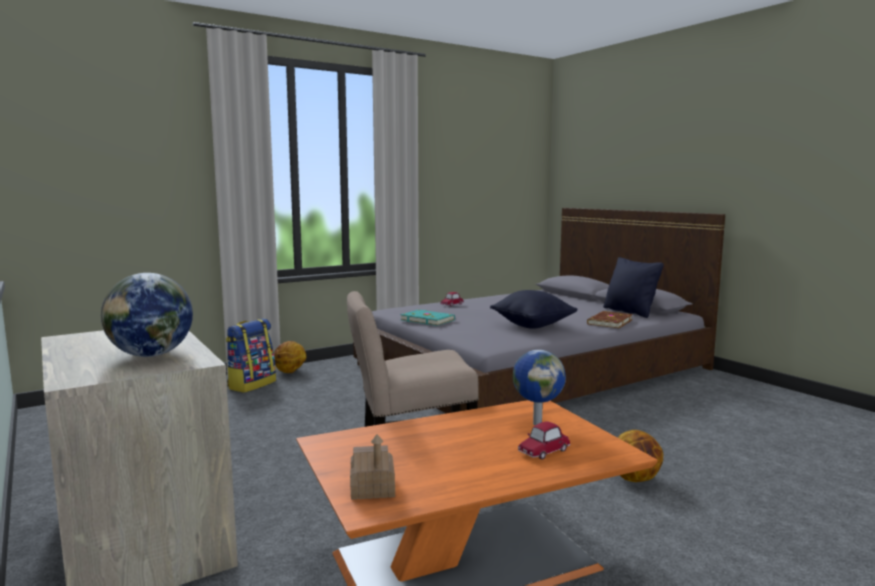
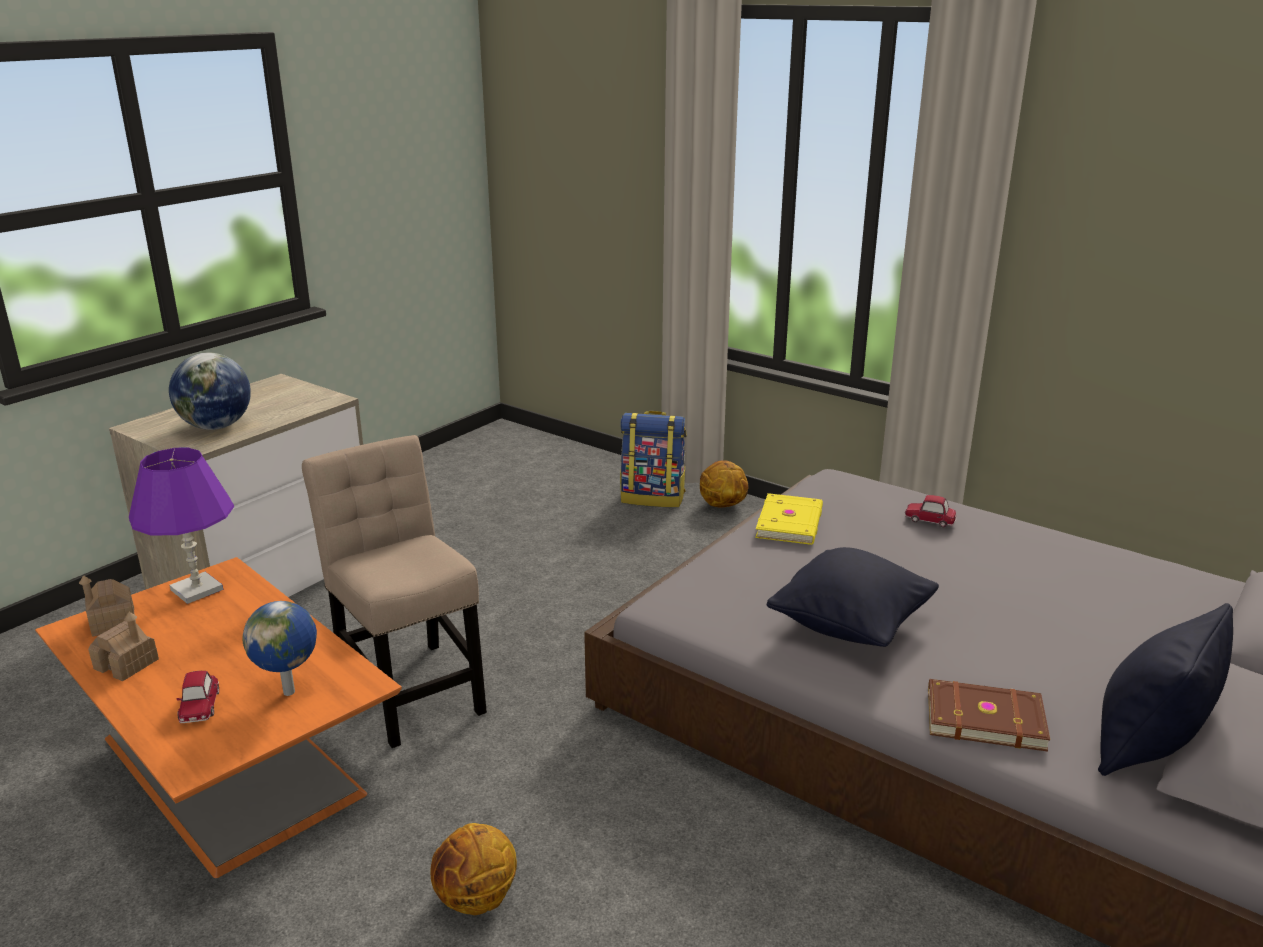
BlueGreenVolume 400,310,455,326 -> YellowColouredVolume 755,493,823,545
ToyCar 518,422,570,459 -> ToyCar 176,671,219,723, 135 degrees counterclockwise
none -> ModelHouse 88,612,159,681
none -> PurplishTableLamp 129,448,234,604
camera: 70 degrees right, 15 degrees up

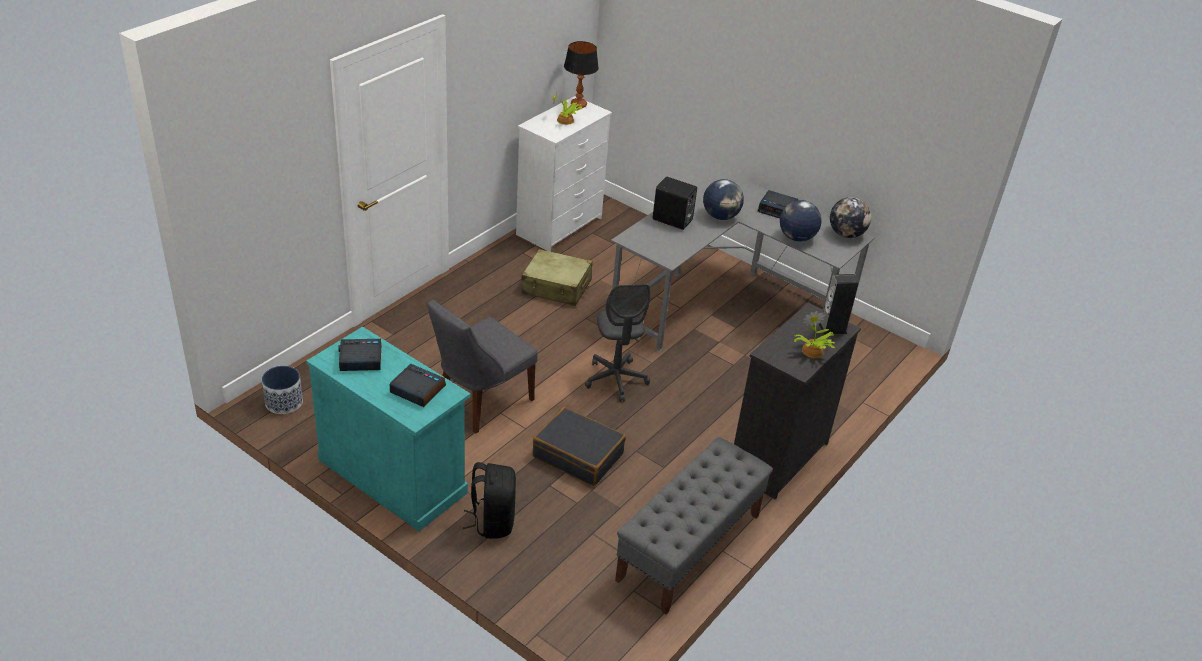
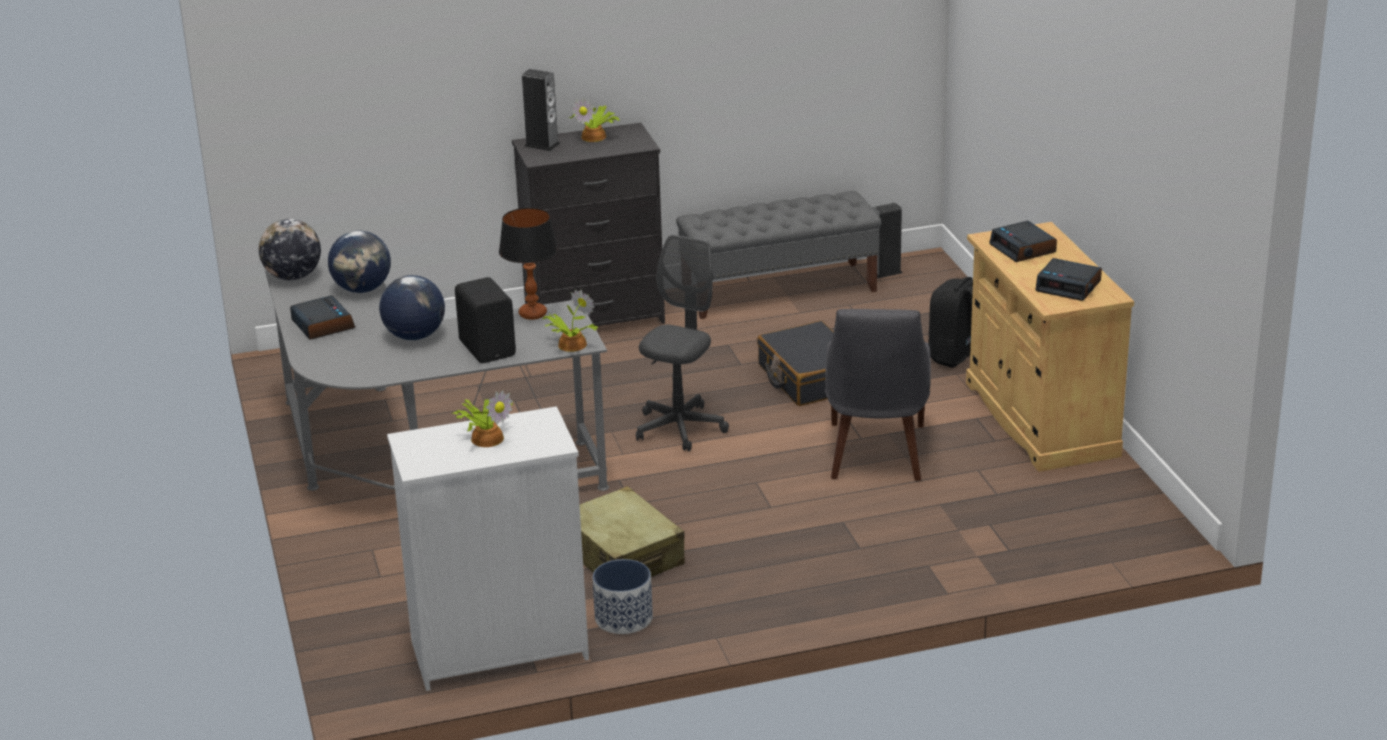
Planter 262,366,303,414 -> Planter 593,559,653,634, relocated
BlueGreenCupboard 306,326,471,531 -> BeigeCupboard 966,222,1134,472
GreyPlainChair 428,300,538,434 -> GreyPlainChair 825,309,931,481, 105 degrees clockwise
TableLamp 564,41,599,108 -> TableLamp 499,208,558,320, relocated
none -> PlantInAPot 543,289,598,352
none -> Speaker 872,203,902,278
camera: 140 degrees left, 10 degrees down

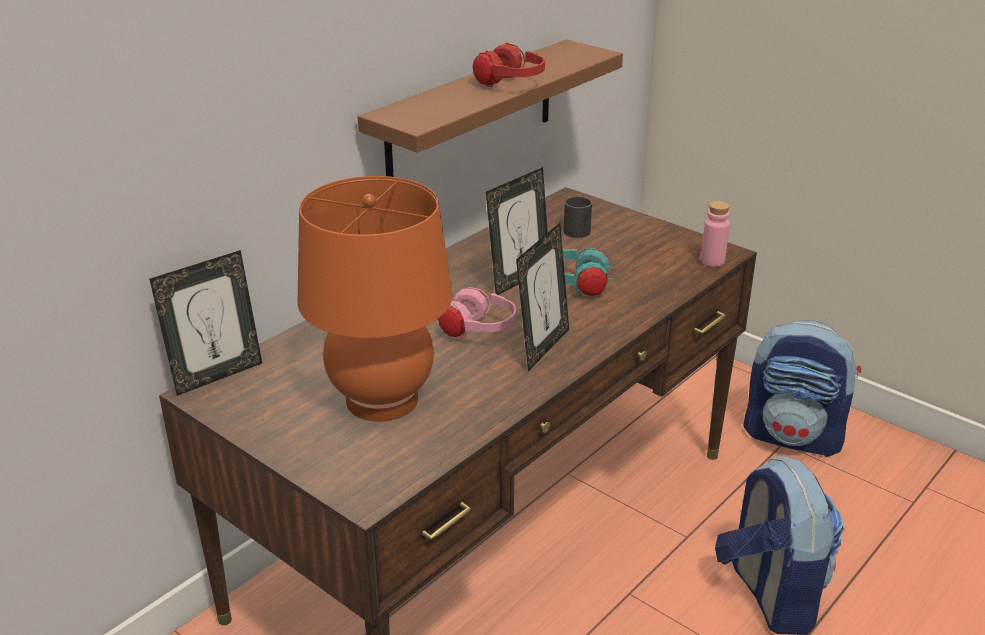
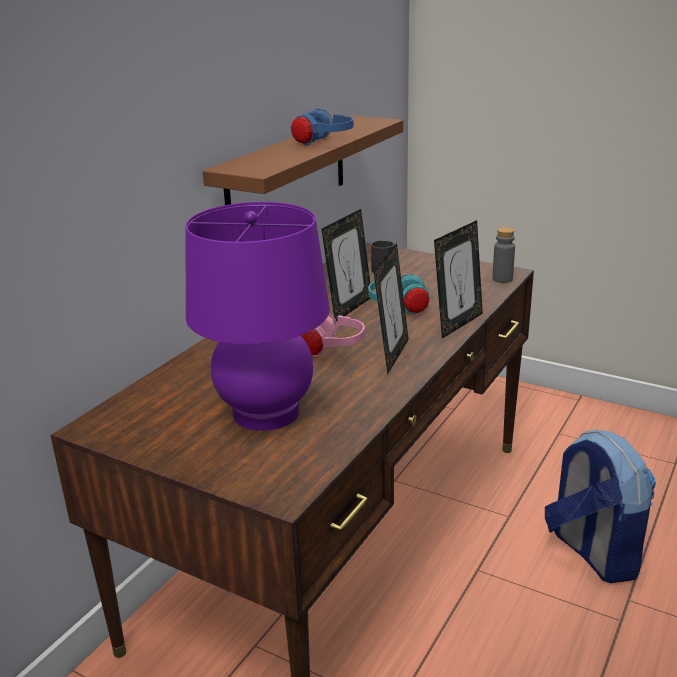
StandingFrame 149,250,262,396 -> StandingFrame 434,220,483,338, relocated
OrangeColouredTableLamp 298,176,452,422 -> PurplishTableLamp 185,202,330,431
RedHeadphones 472,43,545,87 -> BluishHeadphones 290,108,354,145
PinkBeverageBottle 701,201,730,267 -> GreyBeverageBottle 492,227,515,283
Rucksack 744,321,861,457 -> none
camera: 10 degrees left, 5 degrees down

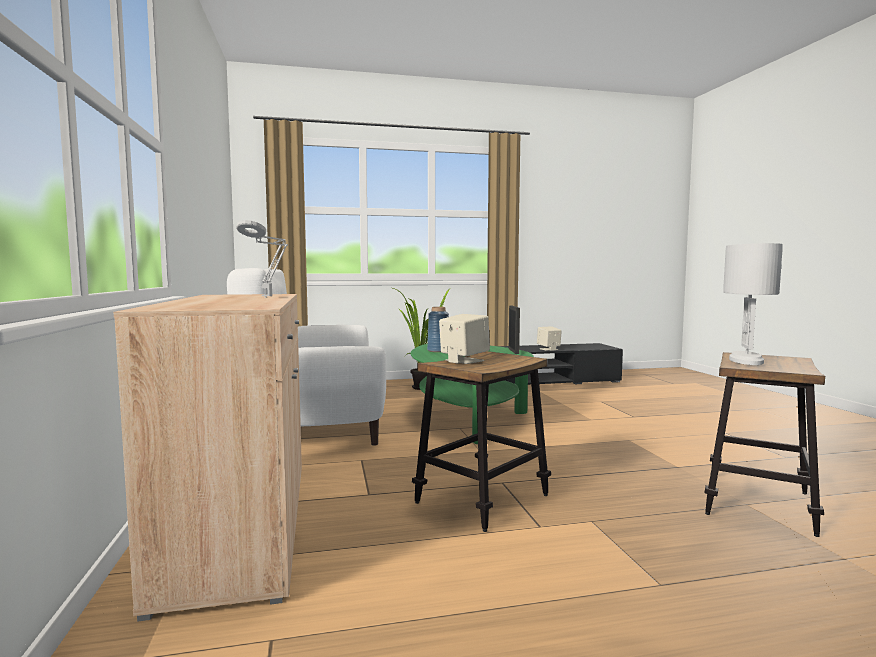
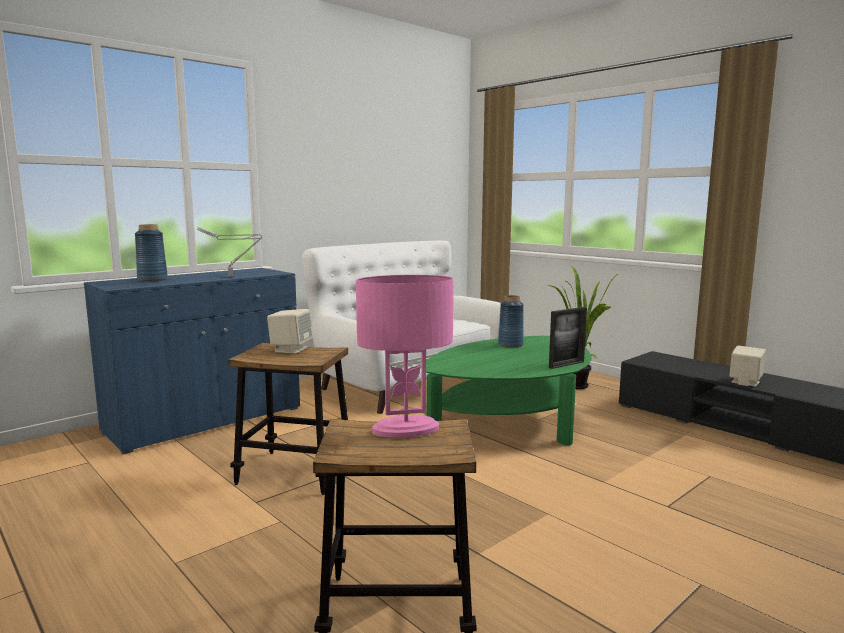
BeigeCupboard 113,294,302,622 -> BluishCupboard 84,268,300,454
WhitishTableLamp 723,243,783,365 -> PinkTableLamp 356,275,454,438
none -> BluishVase 135,224,168,282
camera: 60 degrees right, 5 degrees up

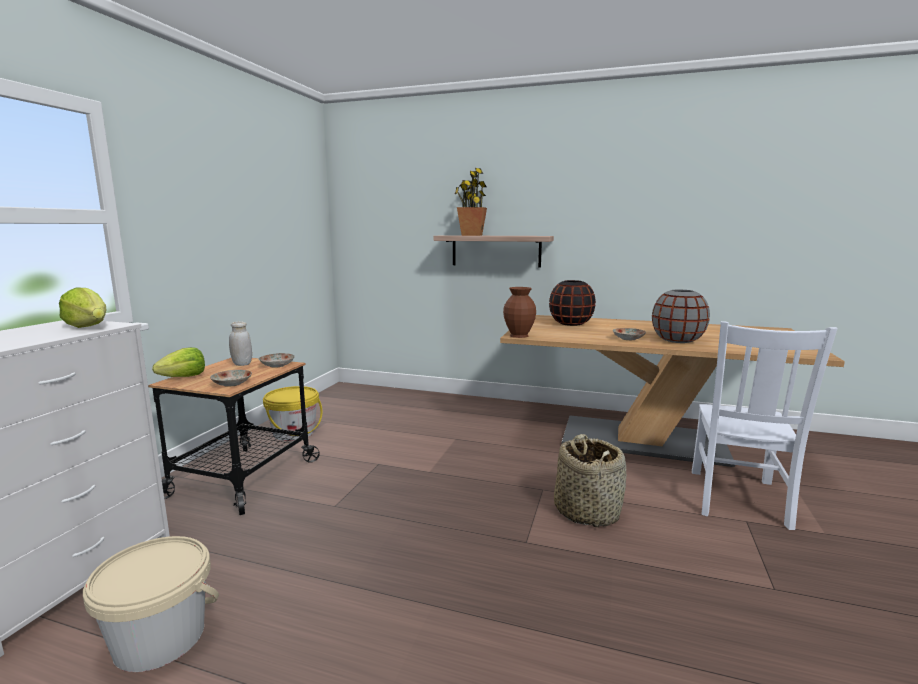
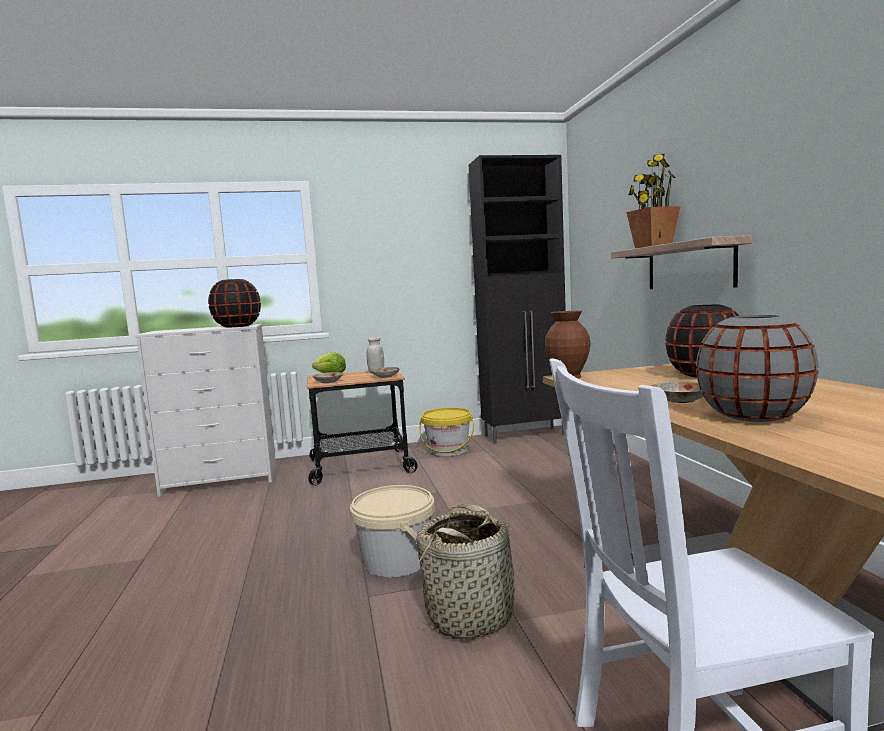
HeadOfLettuce 59,287,106,328 -> BlackVase 208,279,261,328
BeigeWaterBucket 83,536,219,672 -> BeigeWaterBucket 350,485,435,577, relocated
none -> BlackCupboard 469,155,566,444
camera: 60 degrees right, 5 degrees down

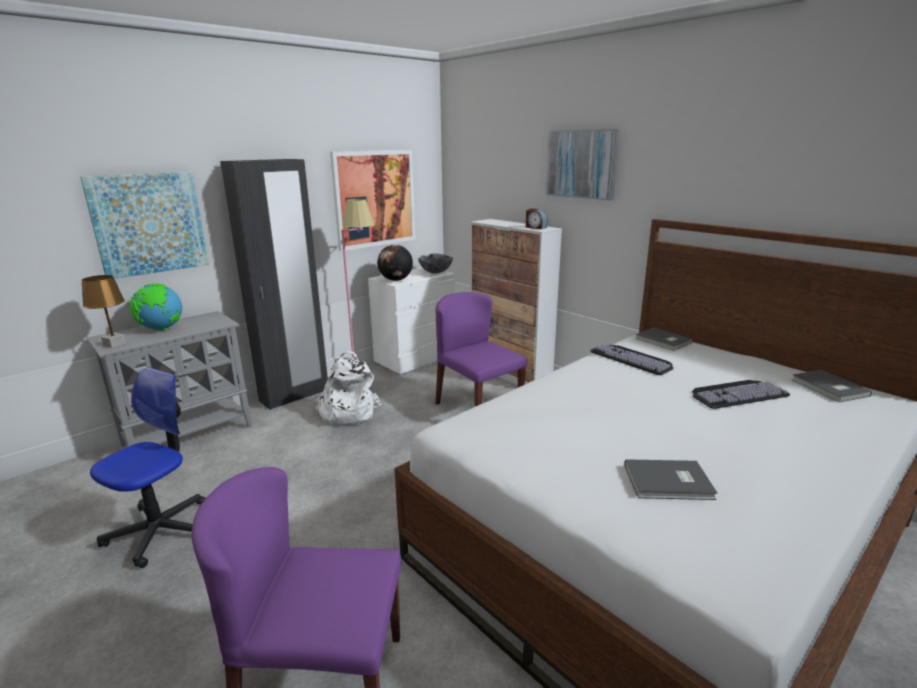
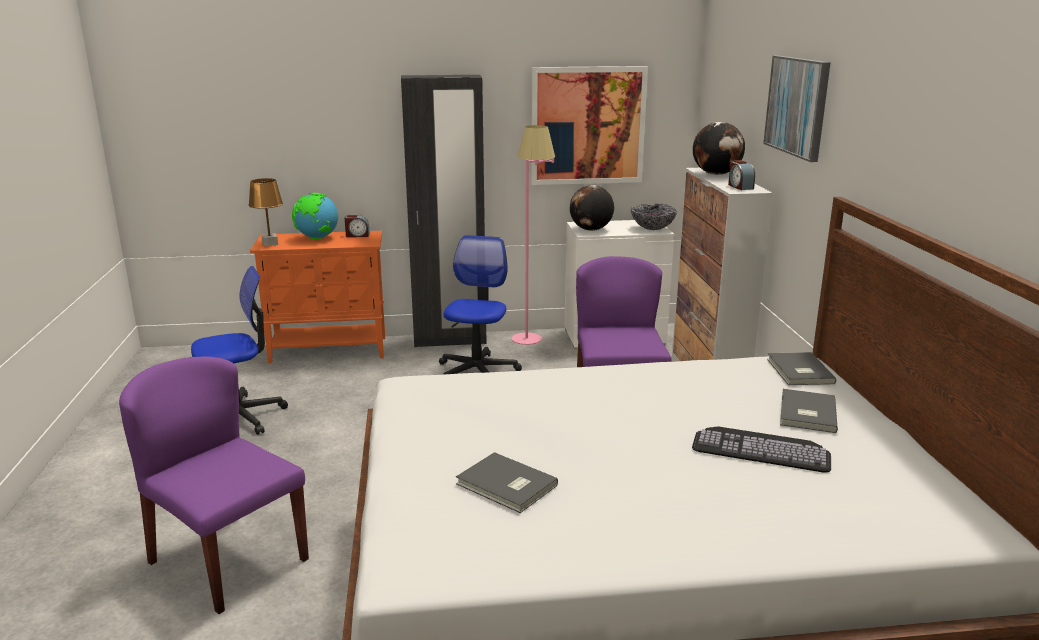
Picture 80,172,209,279 -> none
GreyCupboard 87,311,252,447 -> OrangeColouredCupboard 250,231,385,364
WhitishRucksack 314,351,382,425 -> OfficeChair 439,235,522,375
PcKeyboard 590,344,674,375 -> none
GreyVolume 791,370,872,402 -> GreyVolume 780,389,838,433, relocated
none -> AlarmClock 345,215,370,237
none -> WorldGlobe 693,122,745,175
camera: 35 degrees right, 0 degrees up

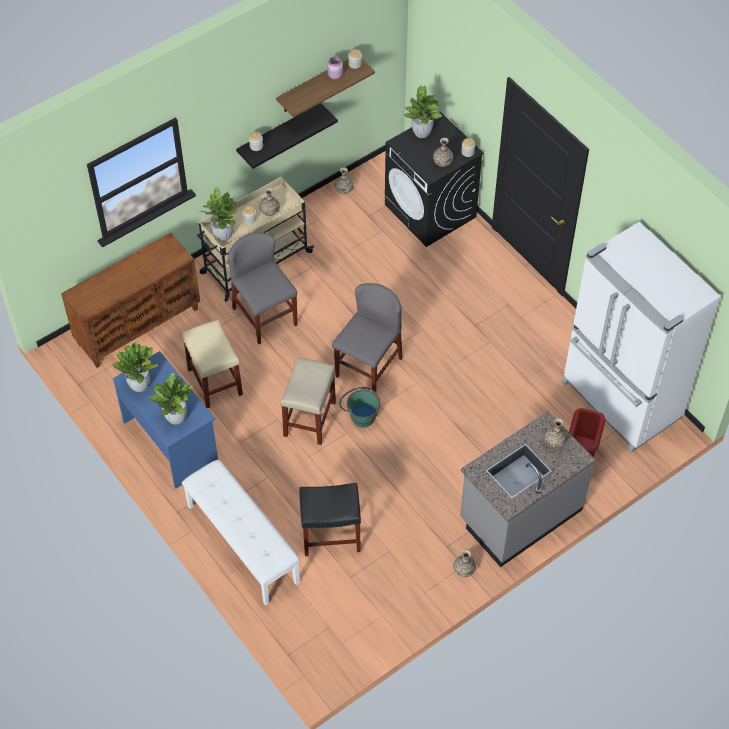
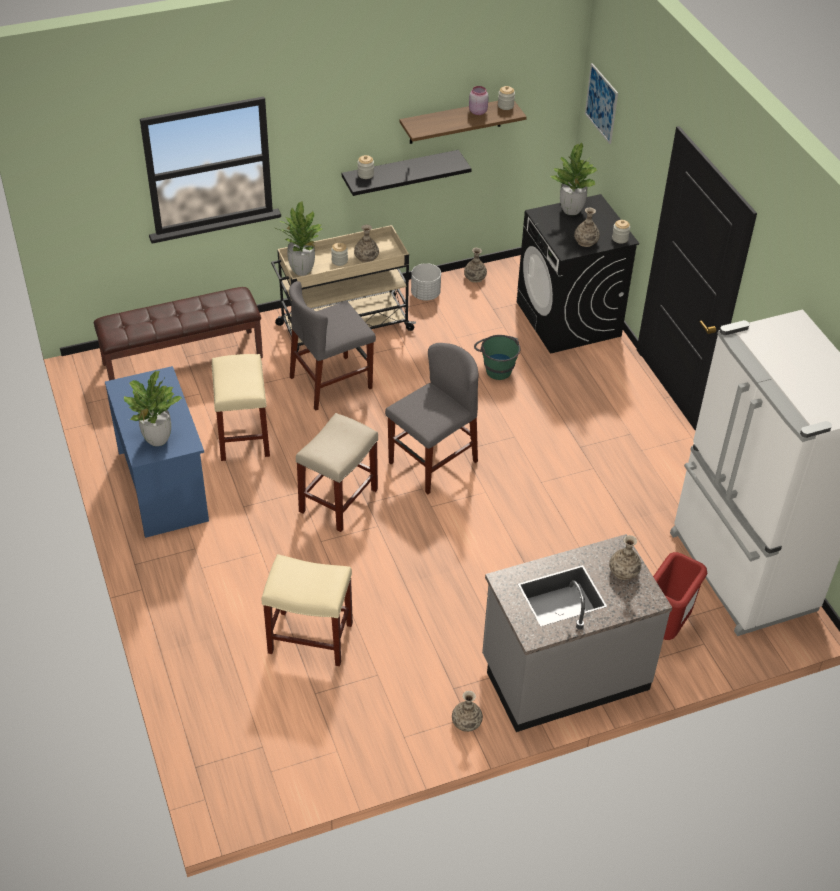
BrownishCupboard 61,233,200,368 -> BrownishIndoorBench 94,287,263,380
PlantInAPot 112,342,158,392 -> none
WhitishIndoorBench 182,459,300,606 -> none
GreyPlainChair 228,232,298,344 -> GreyPlainChair 289,281,376,411, 105 degrees counterclockwise
BlackStoolSeat 299,483,361,556 -> BeigeStoolSeat 262,554,353,666
GreenishWaterBucket 339,387,380,428 -> GreenishWaterBucket 474,335,521,380, relocated
none -> WhitishPlanter 411,263,441,300
none -> Picture 585,63,618,144
camera: 15 degrees right, 10 degrees down

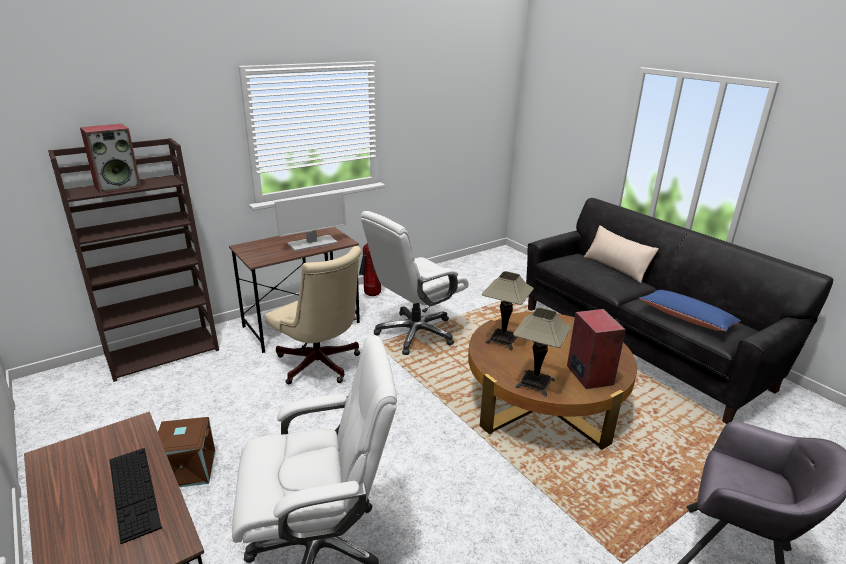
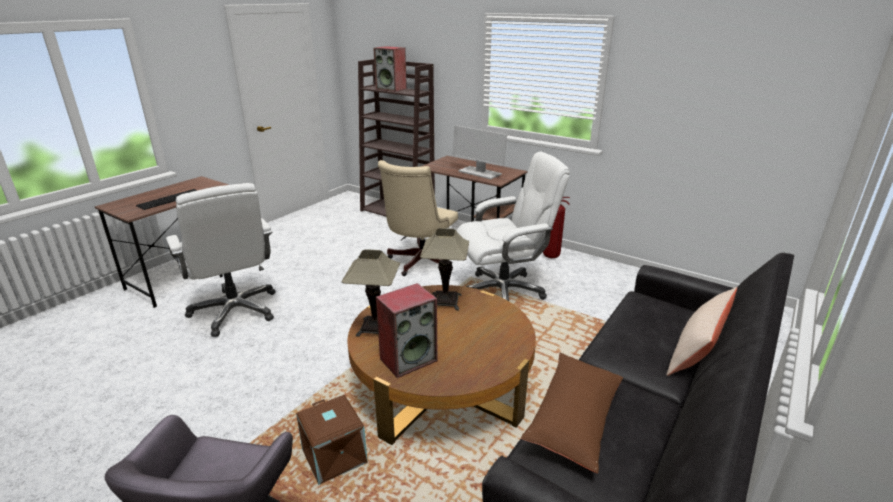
BrownishStorageContainer 158,417,215,487 -> BrownishStorageContainer 296,395,368,485, relocated
WhitishOfficeChair 361,211,469,355 -> WhitishOfficeChair 456,152,570,301, 135 degrees clockwise
BluishThrowPillow 639,290,741,331 -> BrownishThrowPillow 521,352,623,473
camera: 70 degrees right, 0 degrees up

